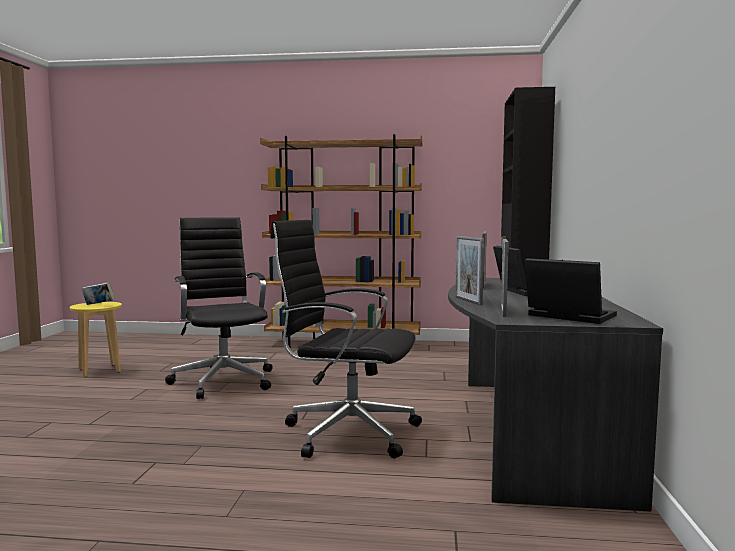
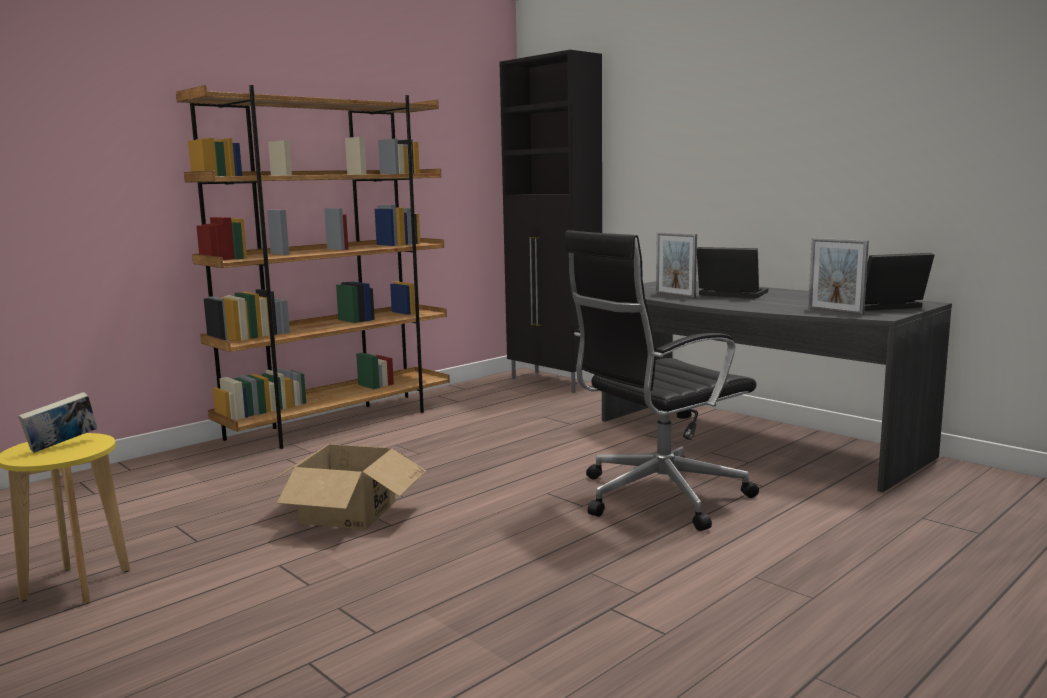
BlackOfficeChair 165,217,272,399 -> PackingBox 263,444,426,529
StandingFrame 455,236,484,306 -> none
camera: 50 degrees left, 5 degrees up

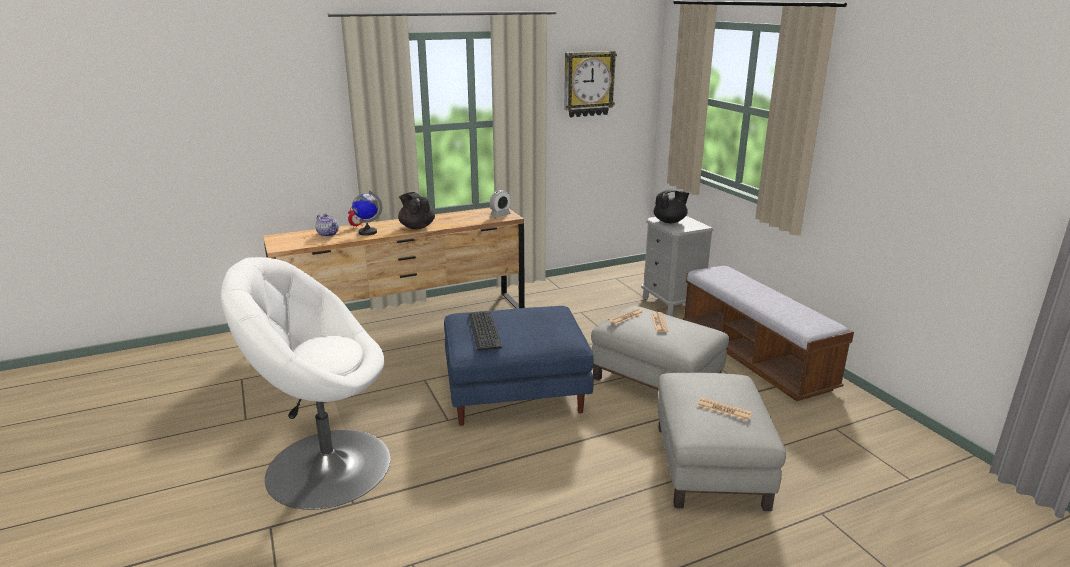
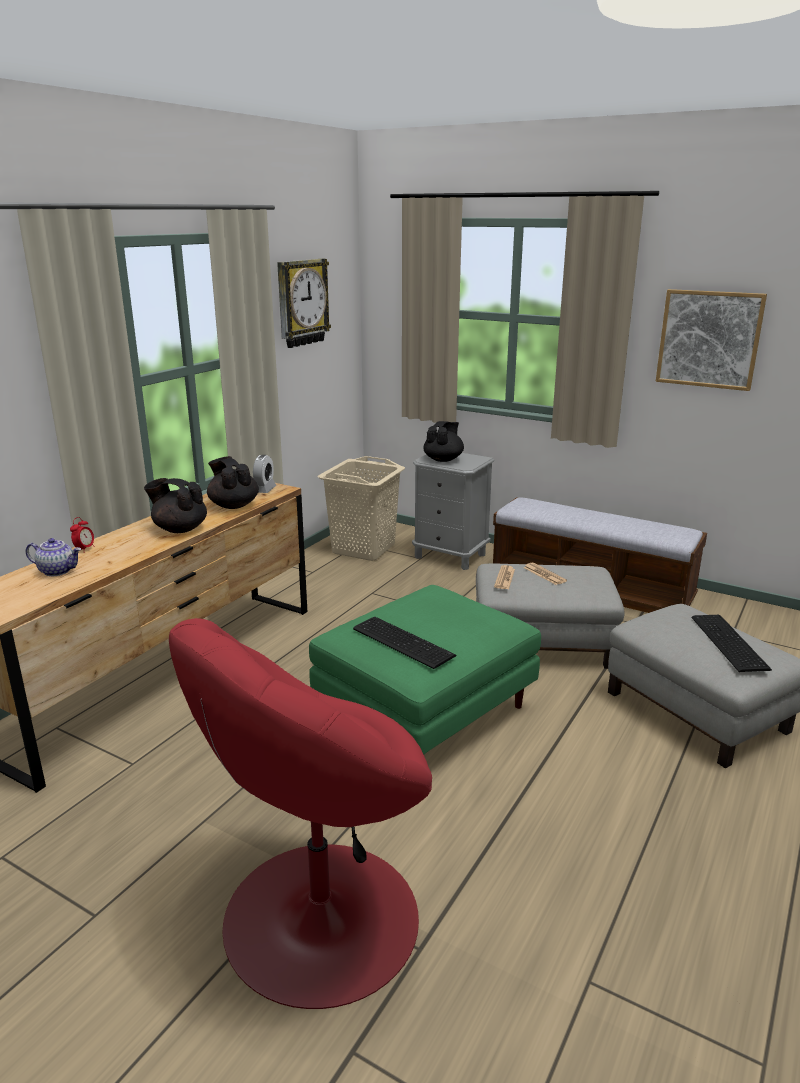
WhitishLoungeChair 221,257,390,510 -> RedLoungeChair 169,618,432,1009
WorldGlobe 352,191,382,236 -> none
BluishPouffe 444,306,594,426 -> GreenishPouffe 309,585,541,754
PrintedPaper 698,398,752,421 -> PcKeyboard 692,615,772,672
none -> BlackPotForTea 207,456,259,509
none -> BeigeHamper 318,456,405,561
none -> Picture 656,289,767,391
camera: 35 degrees left, 0 degrees up

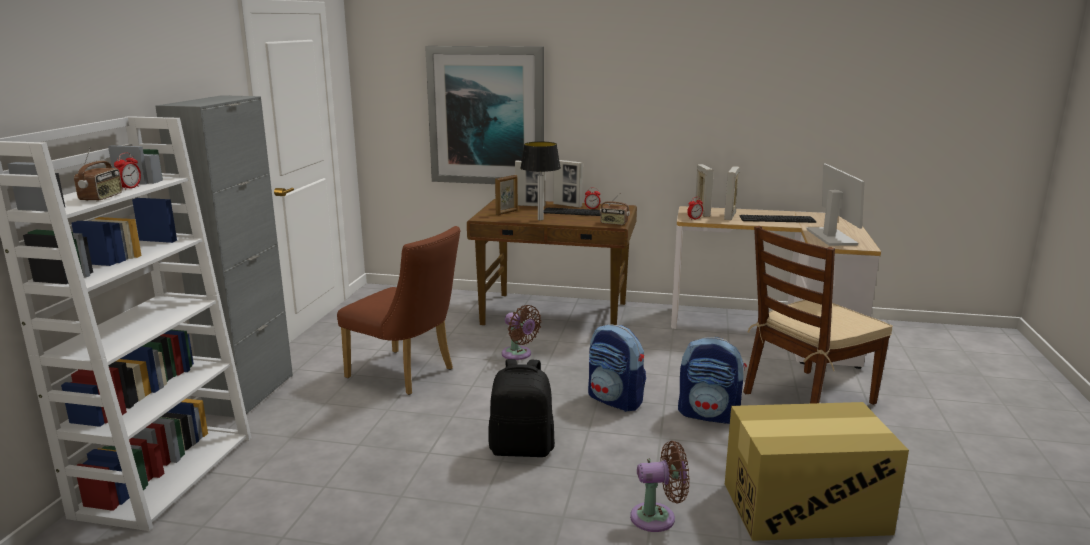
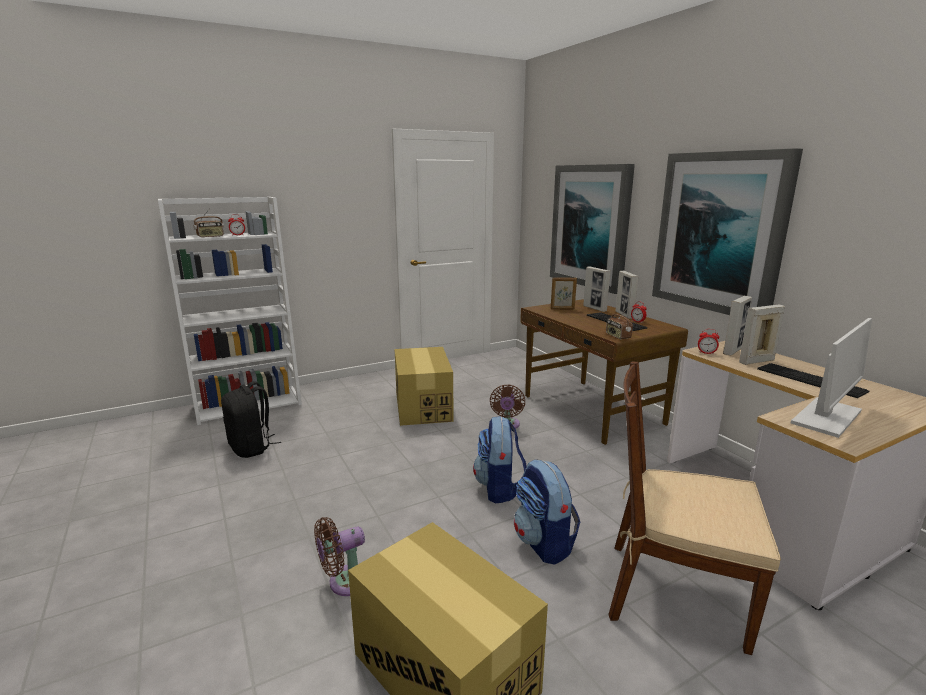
GreyCupboard 155,95,293,417 -> none
BrownishPlainChair 337,226,461,395 -> PackingBox 395,347,454,426
BlackRucksack 488,359,555,457 -> BlackRucksack 221,381,281,458, relocated
TableLamp 520,142,561,220 -> none
BrownishElectricFan 630,441,690,532 -> BrownishElectricFan 314,517,365,596, 105 degrees clockwise
none -> Picture 652,148,803,315
camera: 50 degrees right, 0 degrees up

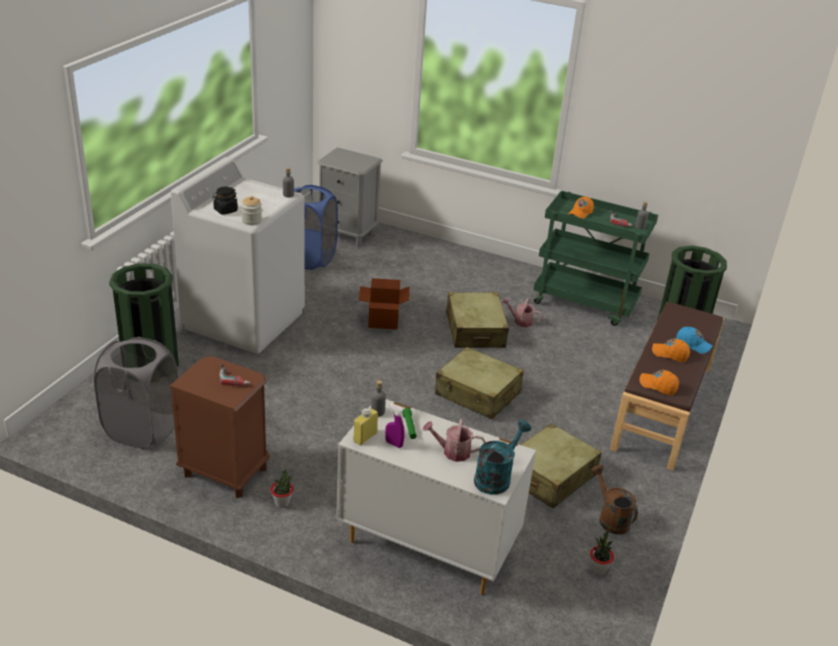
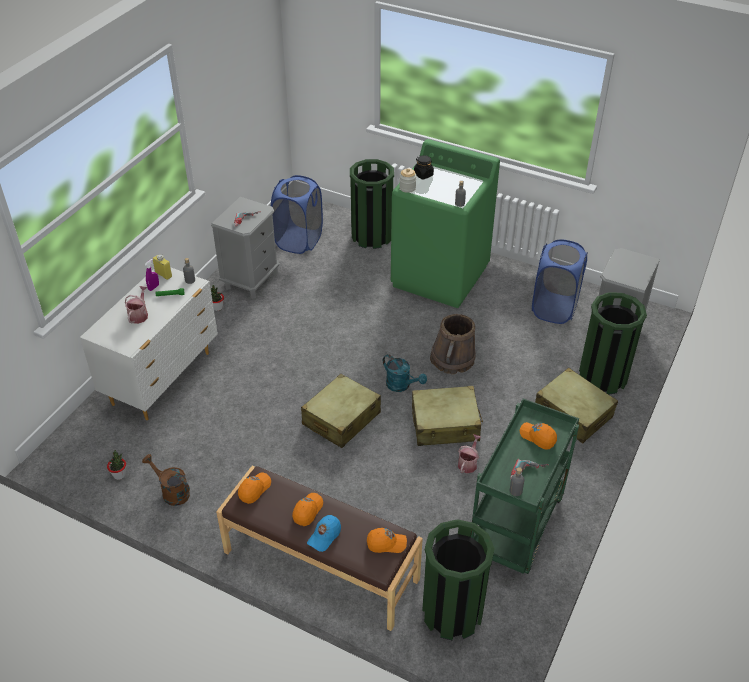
GreyHamper 94,337,178,448 -> BluishHamper 271,175,323,254
BrownishBedsideTable 168,356,270,498 -> GreyBedsideTable 211,197,279,299
WhitishWashingMachine 171,157,305,354 -> GreenishWashingMachine 391,139,500,308
PackingBox 359,278,410,330 -> BrownishWaterBucket 430,314,476,375
BlueGreenSprinklingCan 474,420,532,495 -> BlueGreenSprinklingCan 383,354,427,392, relocated
BeigePieceOfLuggage 521,423,602,509 -> BeigePieceOfLuggage 535,368,618,444, relocated
BrownishSprinklingCan 591,465,638,534 -> BrownishSprinklingCan 142,454,190,506, 120 degrees counterclockwise
none -> OrangeColouredBaseballCap 367,528,407,553
none -> GreenishRubbishBin 579,292,647,395
camera: 95 degrees right, 10 degrees up

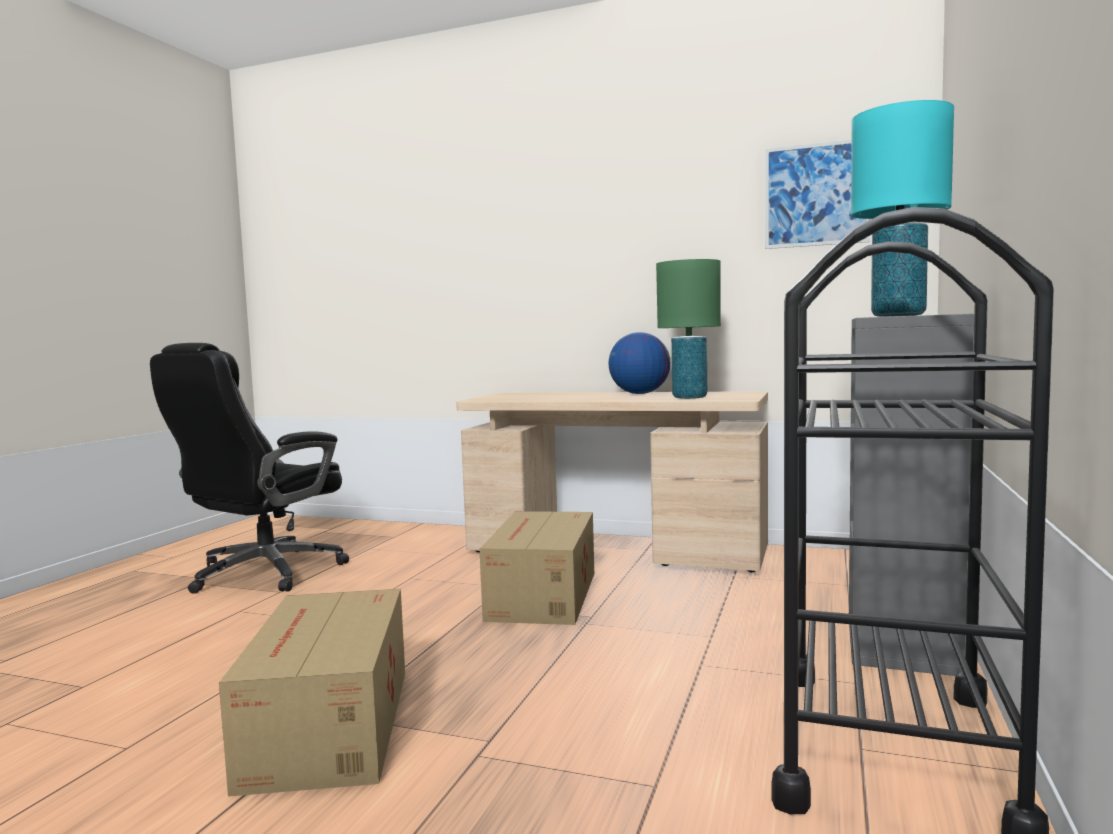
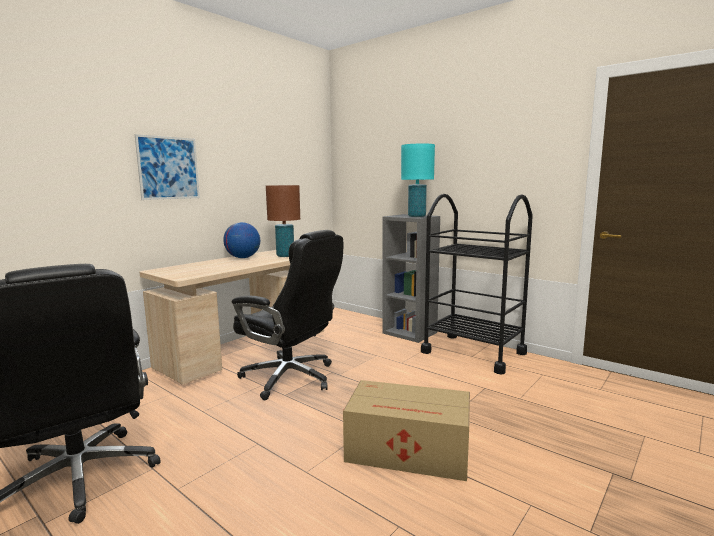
PackingBox 480,511,594,625 -> BlackOfficeChair 232,230,343,400
GreenishTableLamp 656,259,721,399 -> BrownishTableLamp 266,185,300,257
Picture 765,140,870,249 -> Picture 135,134,200,200, relocated
camera: 70 degrees left, 5 degrees up

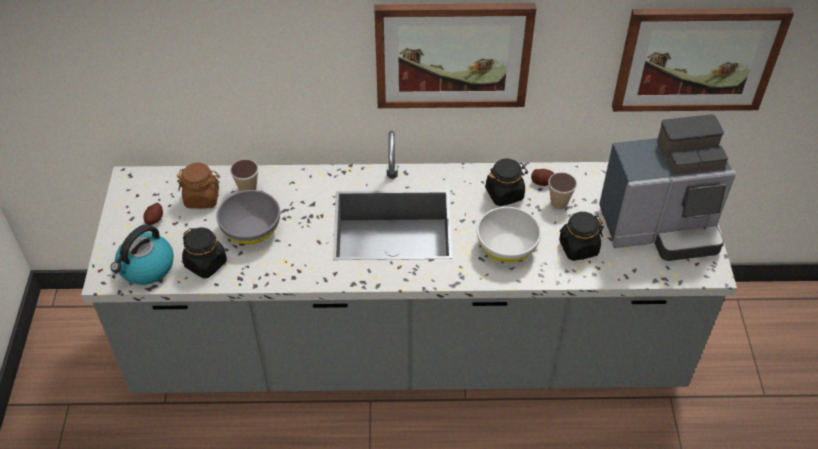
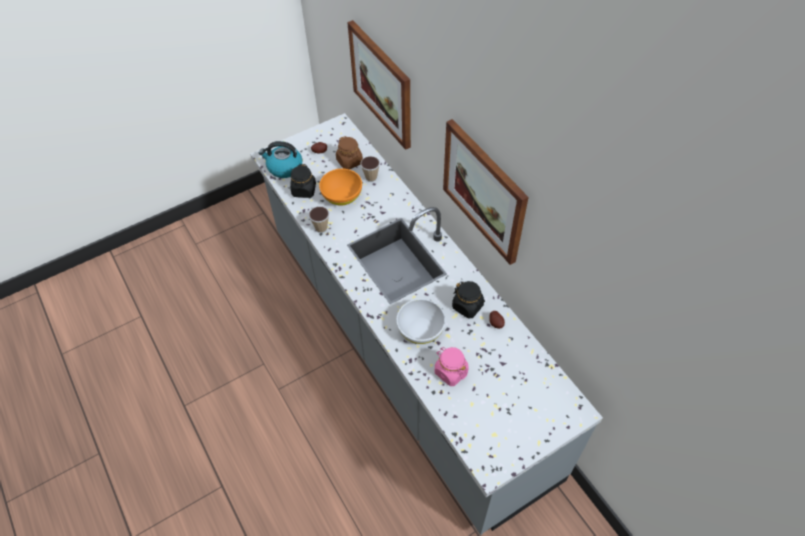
GreyDeepDish 217,190,280,244 -> OrangeColouredDeepDish 319,169,362,206
Cup 548,172,577,209 -> Cup 309,206,329,233, relocated
BlackJar 559,212,604,261 -> PinkJar 435,347,469,386
CoffeeMaker 599,114,736,261 -> none
Picture 612,8,794,112 -> Picture 347,20,411,150, relocated
camera: 60 degrees right, 5 degrees up

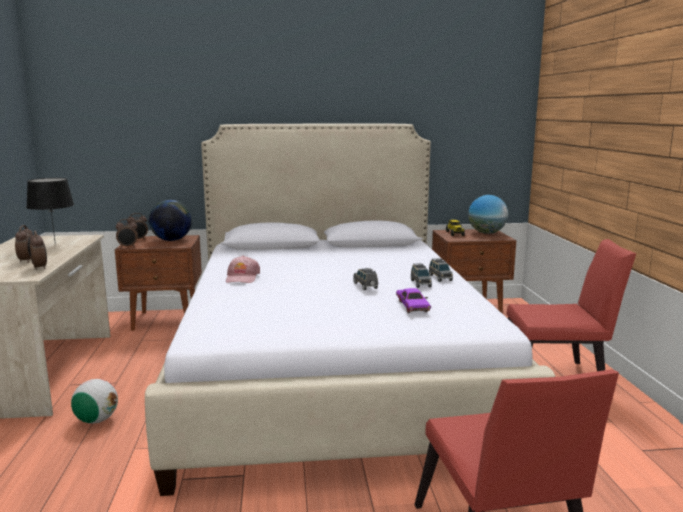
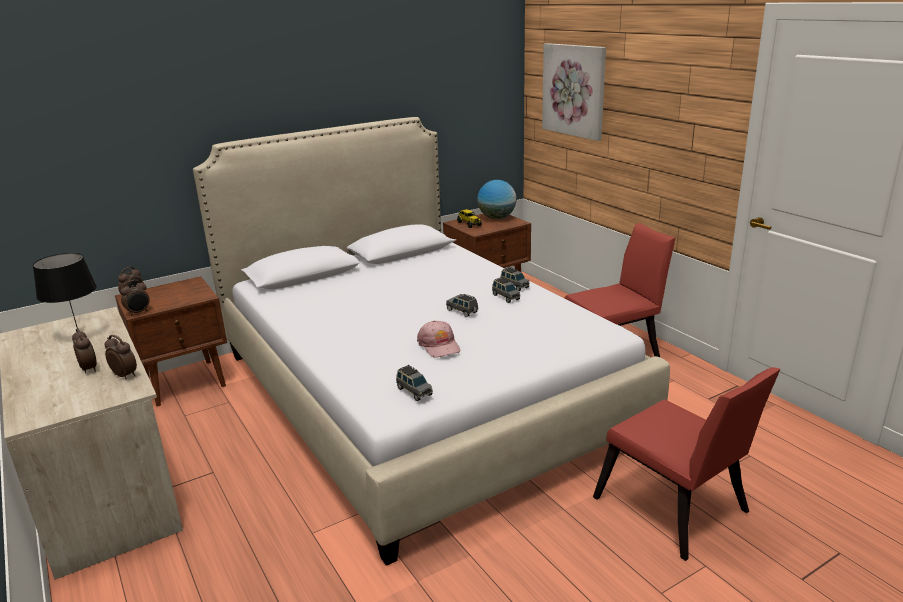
Football 71,379,118,424 -> none
WorldGlobe 149,200,192,241 -> none
PinkBaseballCap 226,256,260,283 -> PinkBaseballCap 417,320,461,358, relocated
PurplishToyCar 396,288,431,313 -> none
none -> GreyToyCar 396,365,433,401
none -> Picture 542,43,606,141
camera: 25 degrees left, 10 degrees up

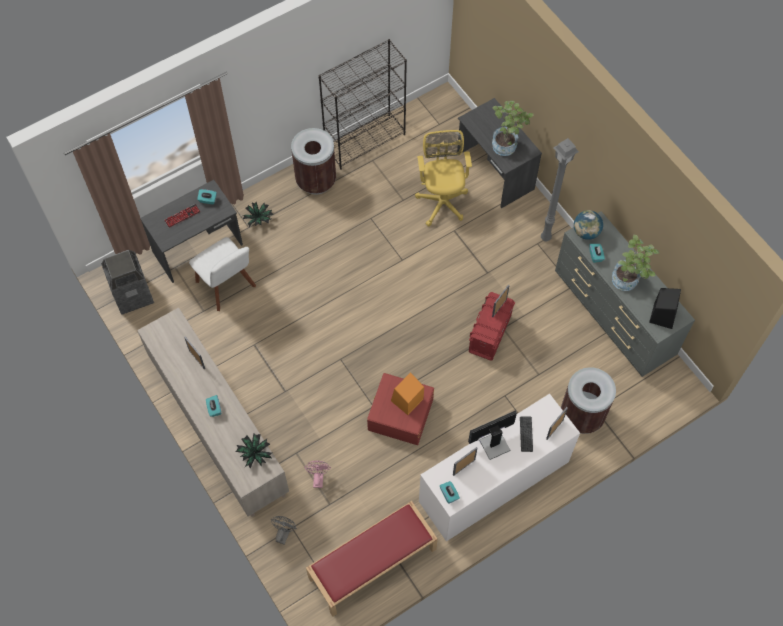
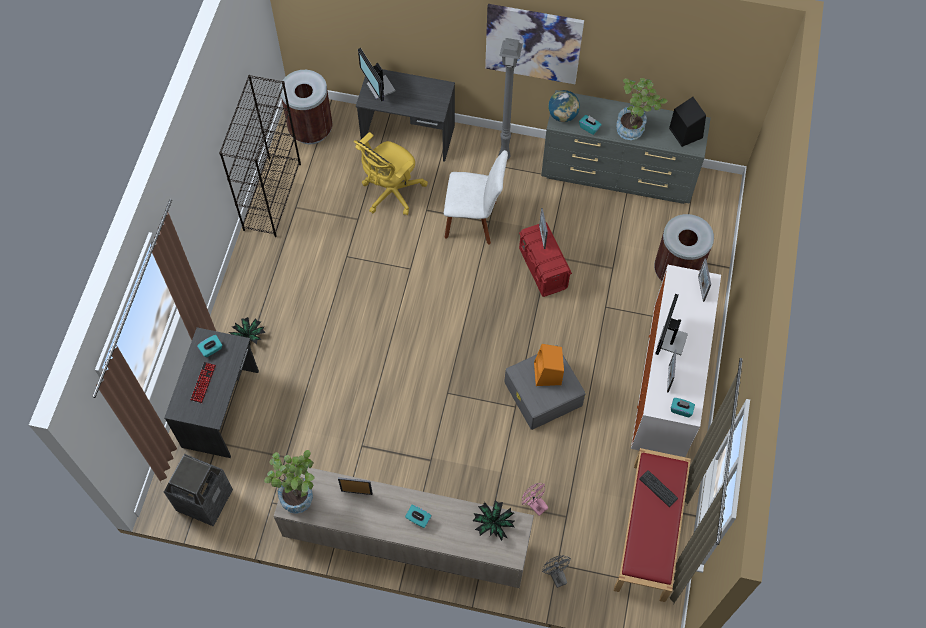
WhitishPlainChair 189,237,256,311 -> WhitishPlainChair 444,150,508,245, relocated
BrownishRubbishBin 291,128,336,194 -> BrownishRubbishBin 280,70,332,144, relocated
RedStorageContainer 367,373,434,445 -> GreyStorageContainer 504,345,586,430
YellowColouredOfficeChair 415,130,472,226 -> YellowColouredOfficeChair 354,132,428,215, 90 degrees counterclockwise
PlantInAPot 492,101,534,156 -> PlantInAPot 264,450,315,514, relocated
PcKeyboard 520,416,533,452 -> PcKeyboard 639,470,678,507, relocated
none -> ComputerDisplay 358,48,396,101
none -> Picture 485,4,584,84
camera: 45 degrees left, 0 degrees up

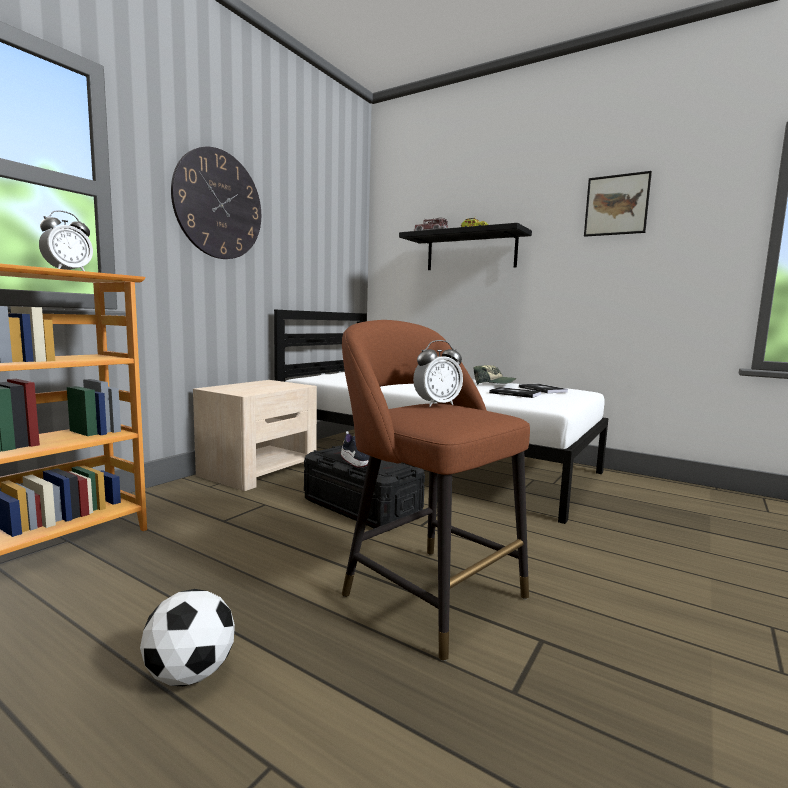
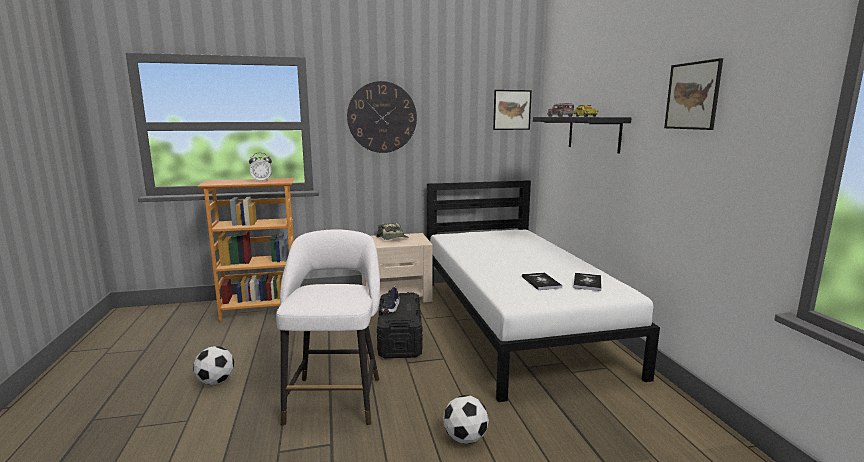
BrownishStoolSeat 342,320,530,661 -> WhitishStoolSeat 276,229,380,426
AlarmClock 413,340,463,407 -> none
BaseballCap 473,365,516,385 -> BaseballCap 376,223,409,240, relocated
none -> Football 443,395,489,444
none -> Picture 493,90,532,130
camera: 45 degrees right, 5 degrees up

